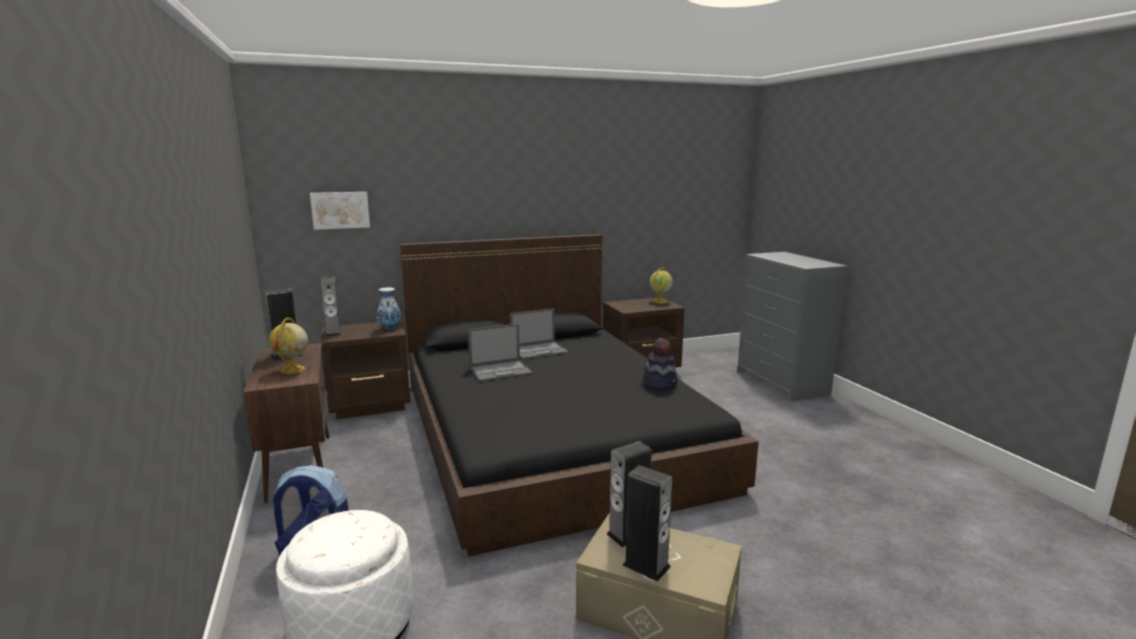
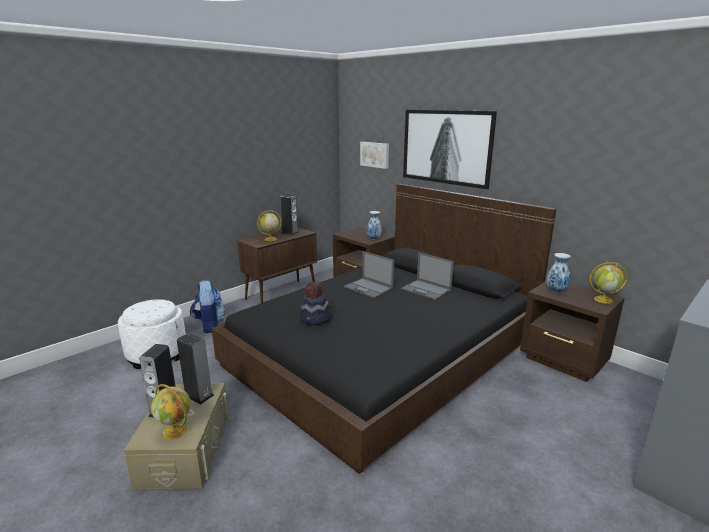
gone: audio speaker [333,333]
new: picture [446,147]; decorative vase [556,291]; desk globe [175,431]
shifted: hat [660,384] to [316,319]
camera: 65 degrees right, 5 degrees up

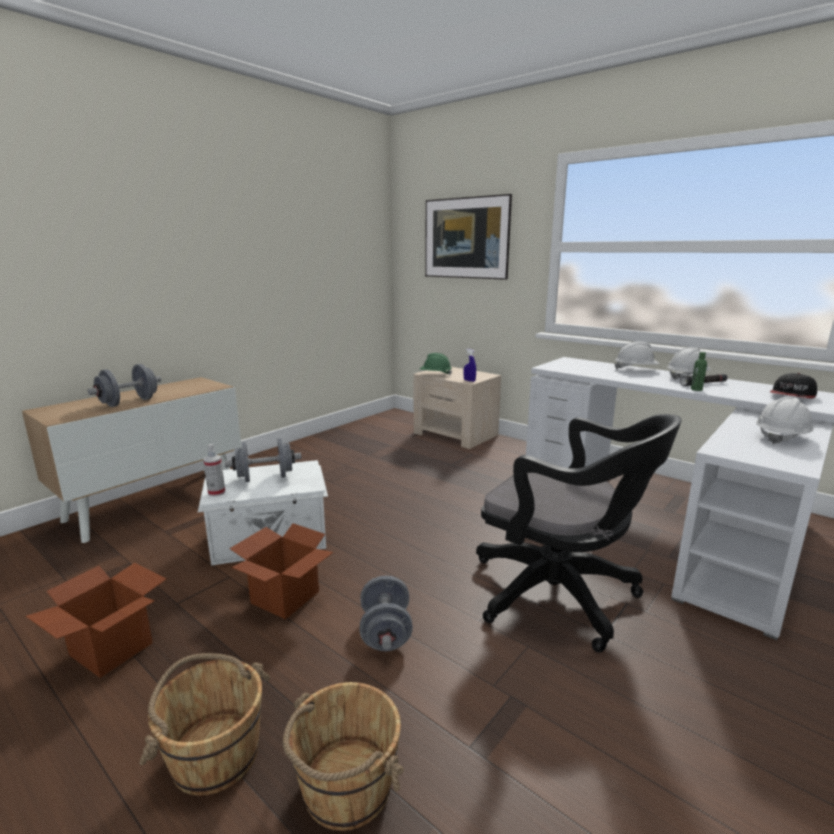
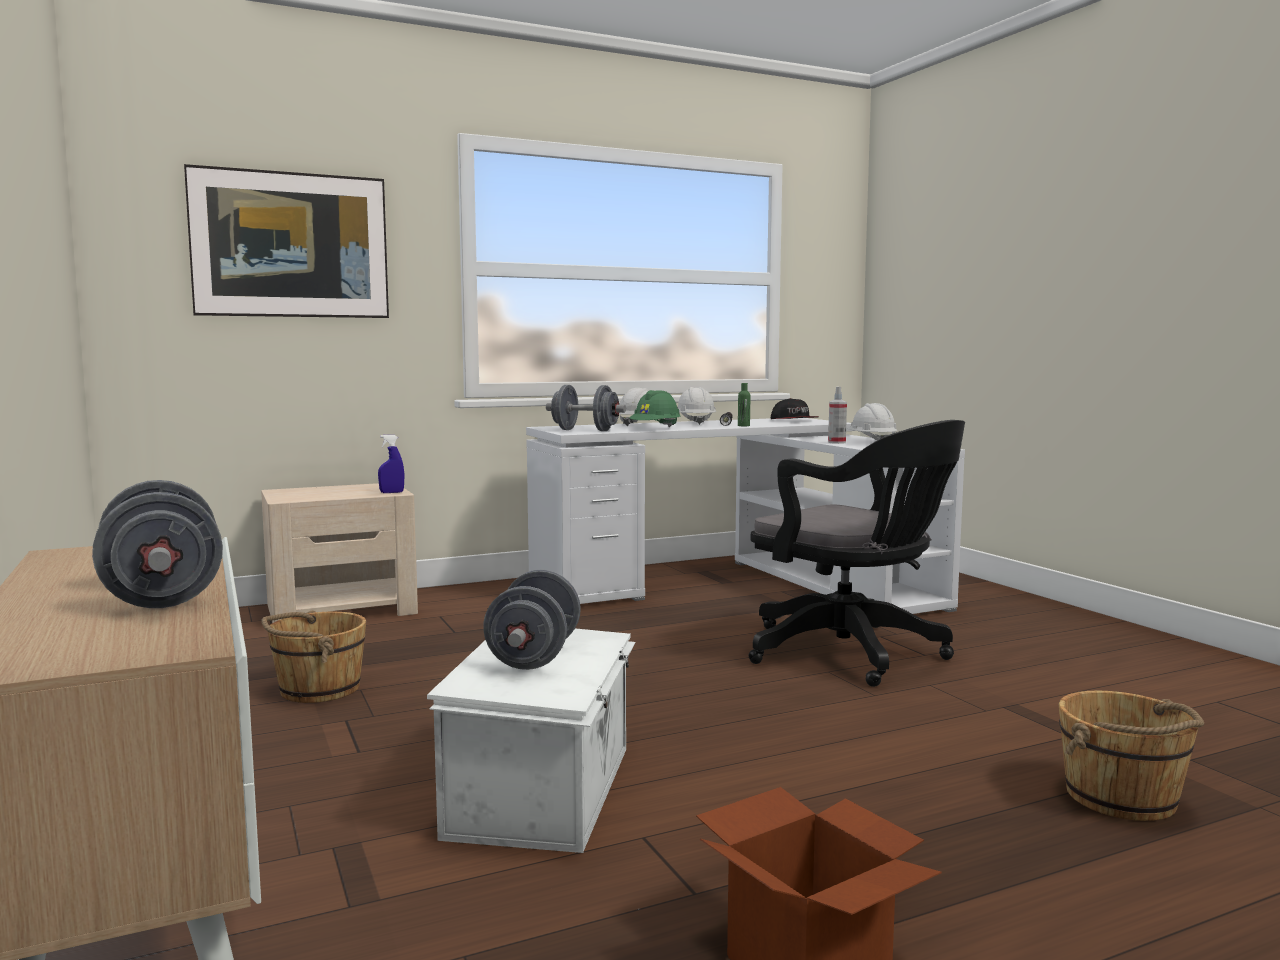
gone: cardboard box [285,597]
shifted: green hard hat [435,374] to [655,429]; spray bottle [216,493] to [836,442]; grey dumbbell [385,632] to [585,430]; brownish pail [215,754] to [318,689]
rotated: black-coloured computer chair [561,596] = [853,654] 75 degrees clockwise
camera: 65 degrees left, 10 degrees down

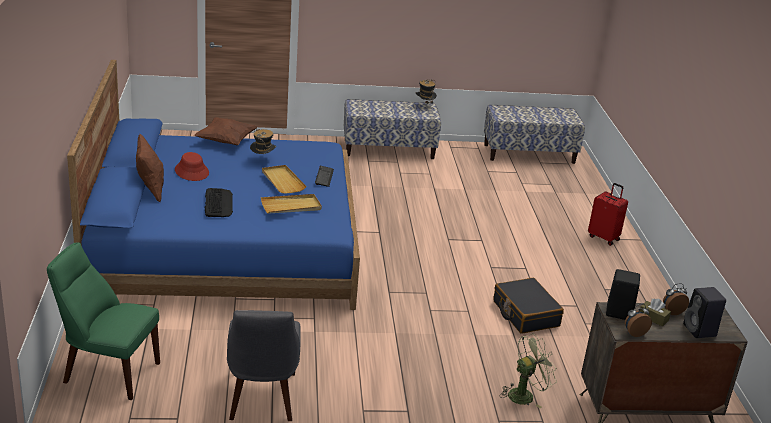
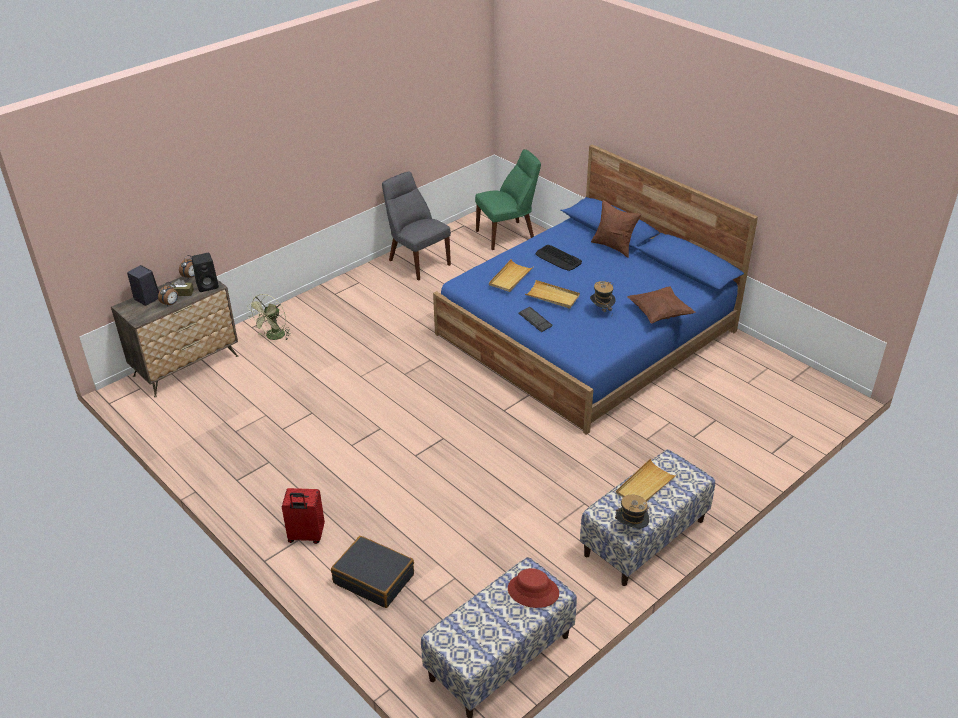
new: beige tray [645,485]
shifted: red hat [192,171] to [533,591]; black-coloured travel case [525,314] to [374,578]
camera: 145 degrees right, 10 degrees up

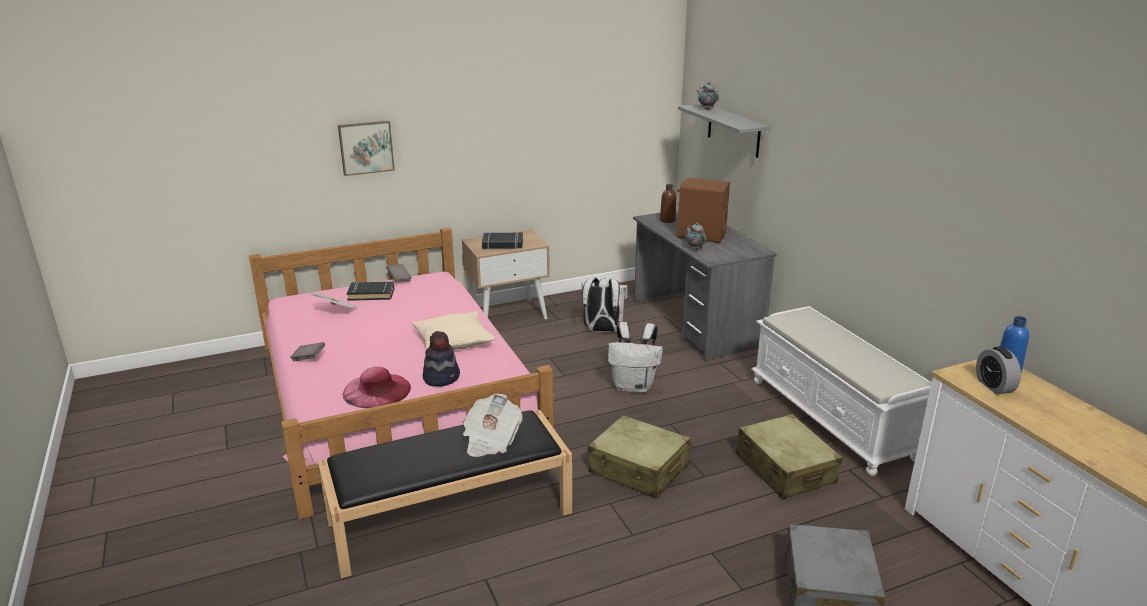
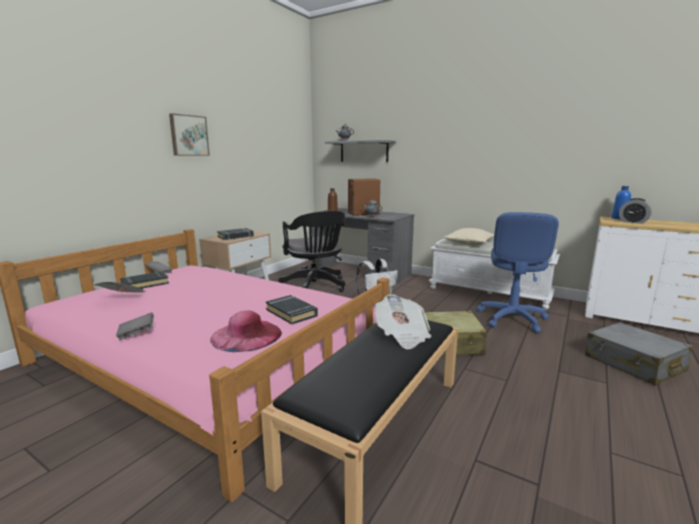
shifted: picture [366,147] to [188,135]; beige cushion [454,342] to [469,243]
swapped: white knapsack [602,330] to black-coloured computer chair [315,287]; hat [442,377] to black-coloured bound book [291,313]; beige travel case [785,468] to bluish computer chair [511,318]
camera: 35 degrees left, 10 degrees down

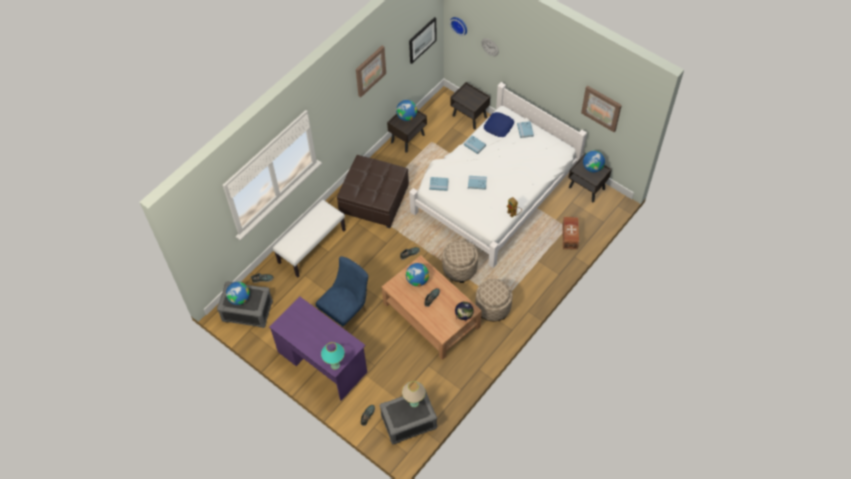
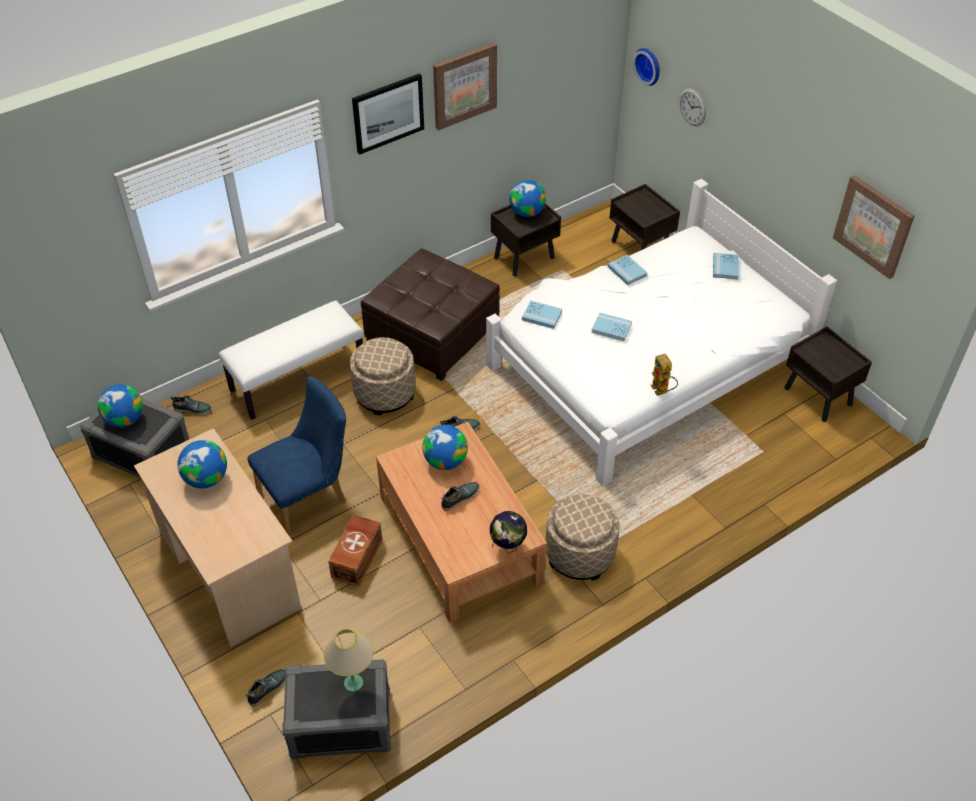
gone: bluish cushion [499,127]; turquoise-coloured table lamp [335,365]
shifted: picture [422,40] to [388,113]; desk globe [592,168] to [206,479]; brownish storage box [570,236] to [358,558]; beige footrest [459,268] to [384,393]
repainted: purple desk unit [322,362] to beige desk unit [229,568]
camera: 15 degrees right, 10 degrees down

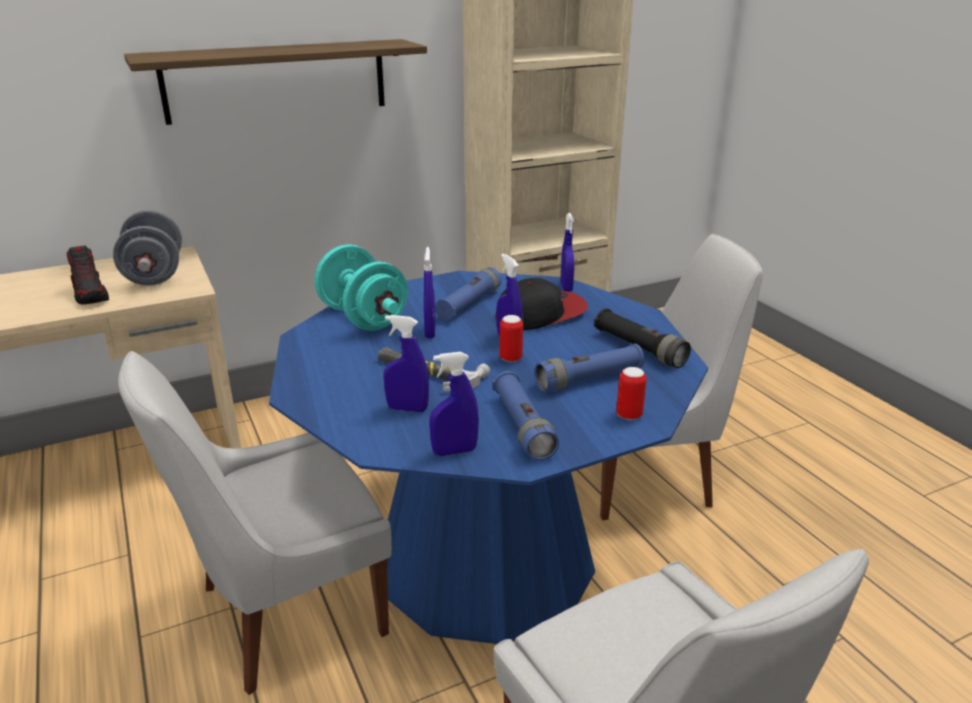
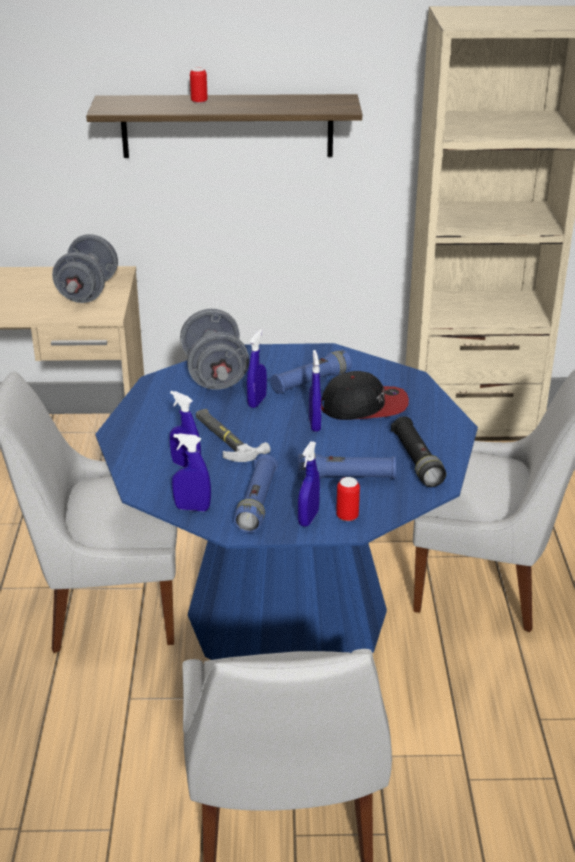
gone: shoe [91,294]
shifted: bluish spray bottle [566,287] to [308,518]; sealed can [510,358] to [199,102]
repainted: turquoise-coloured dumbbell [363,317] to grey dumbbell [215,375]
camera: 25 degrees right, 5 degrees up

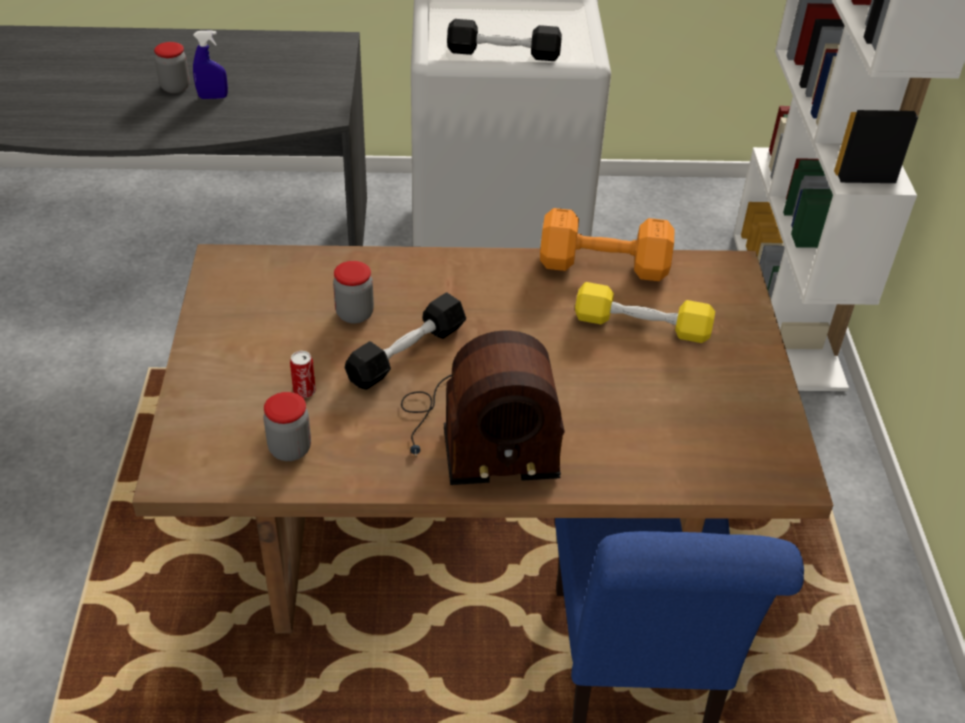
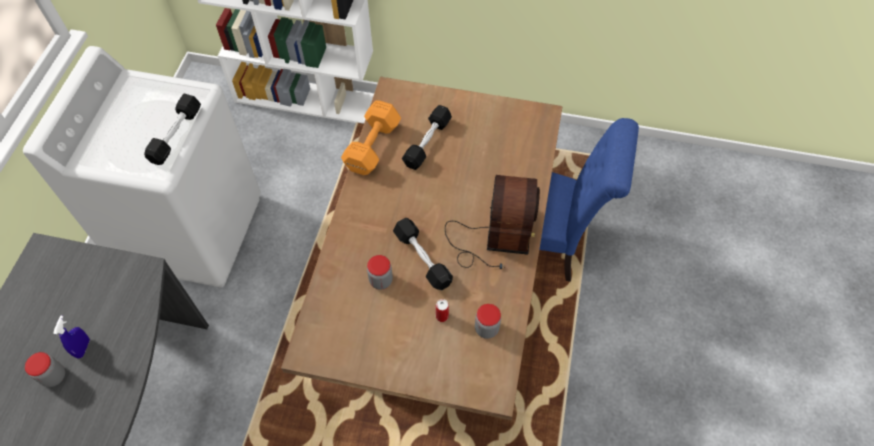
repainted: yellowish dumbbell [641,325] to black-coloured dumbbell [427,143]
camera: 75 degrees left, 15 degrees up

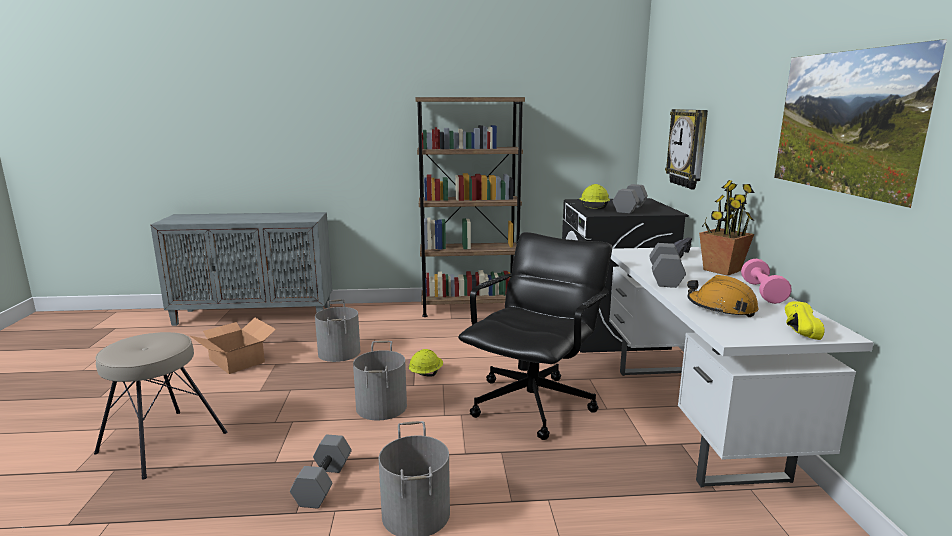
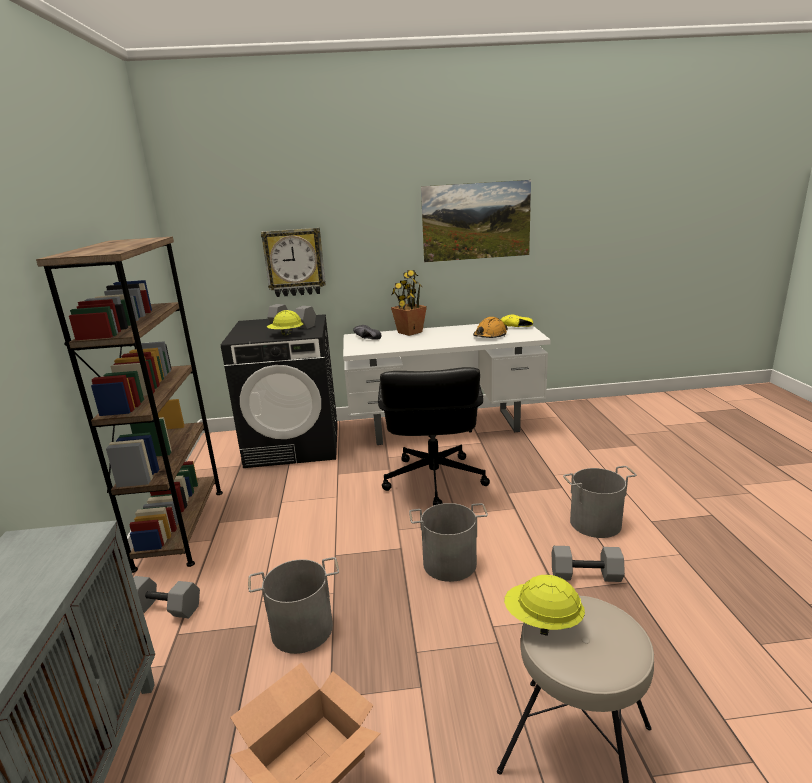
gone: pink dumbbell [763,292]
shifted: grey dumbbell [664,277] to [163,609]; yellowish hard hat [426,374] to [542,621]
rotated: black-coloured computer chair [534,404] = [433,480] 120 degrees counterclockwise
camera: 90 degrees left, 5 degrees up

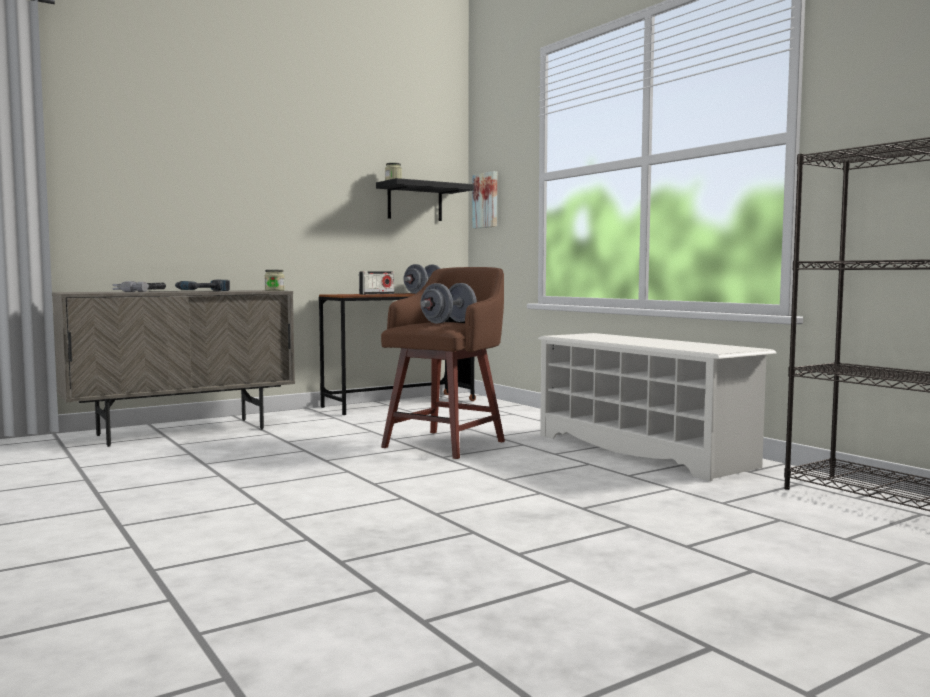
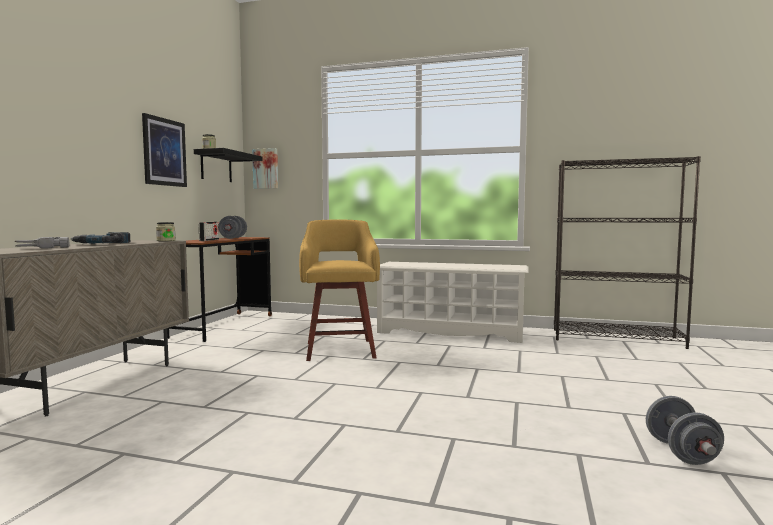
new: picture [164,152]
shifted: grey dumbbell [449,322] to [681,452]
repainted: brownish sitting stool [447,444] to yellowish sitting stool [340,349]
camera: 40 degrees left, 0 degrees up

